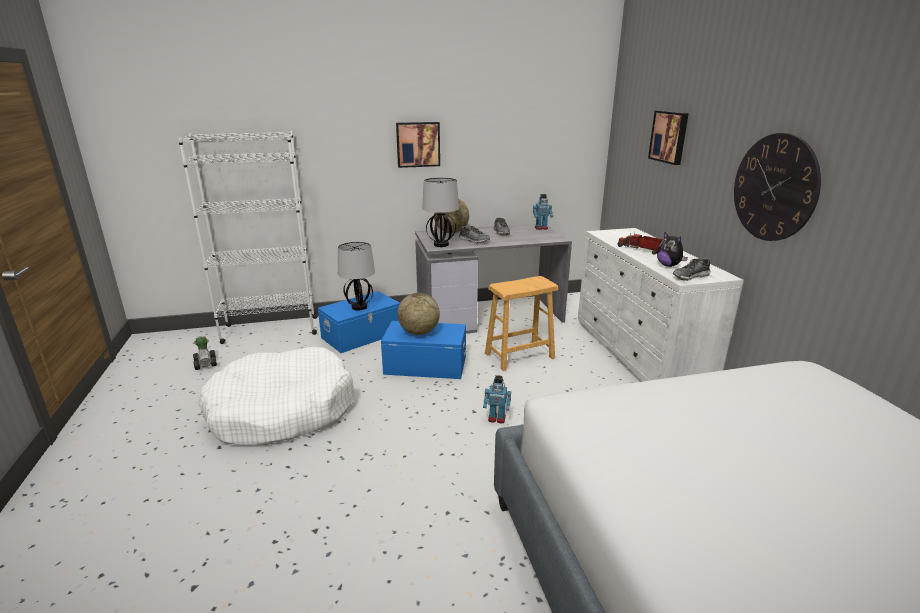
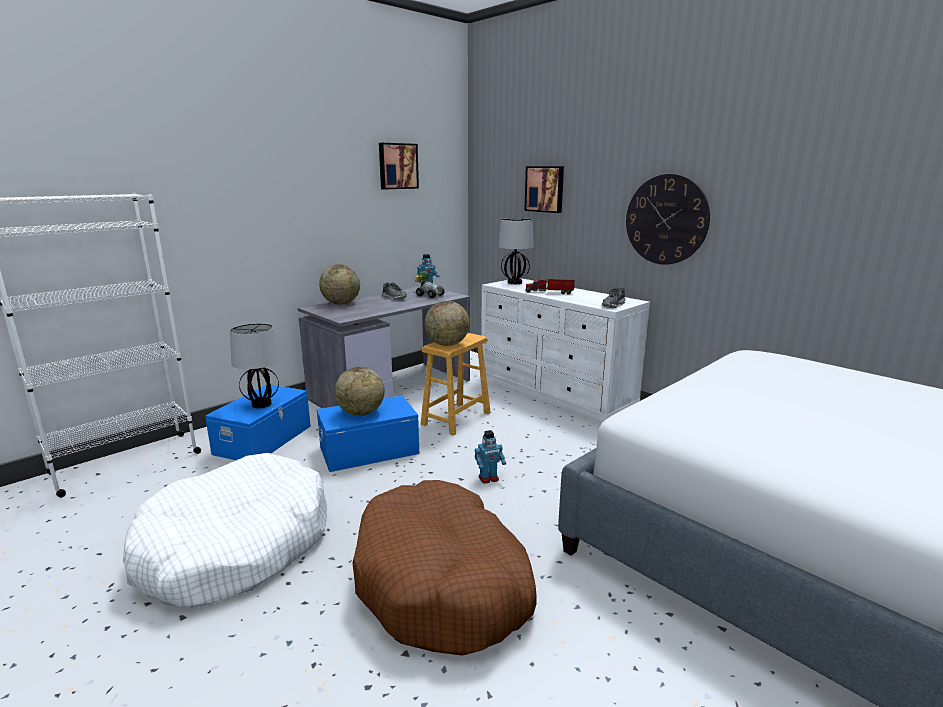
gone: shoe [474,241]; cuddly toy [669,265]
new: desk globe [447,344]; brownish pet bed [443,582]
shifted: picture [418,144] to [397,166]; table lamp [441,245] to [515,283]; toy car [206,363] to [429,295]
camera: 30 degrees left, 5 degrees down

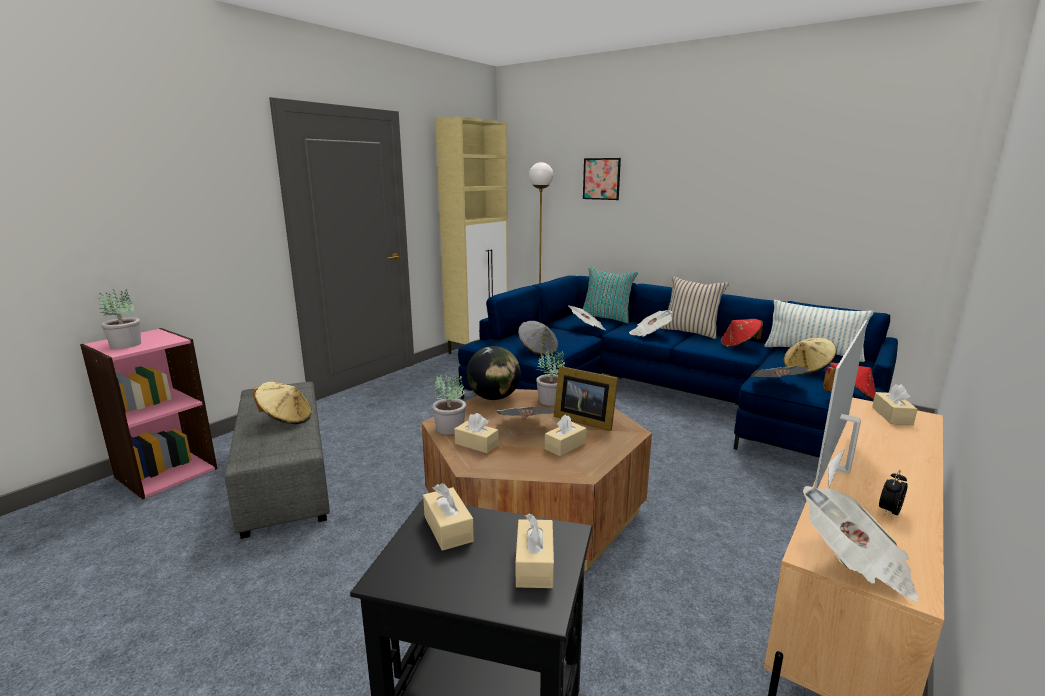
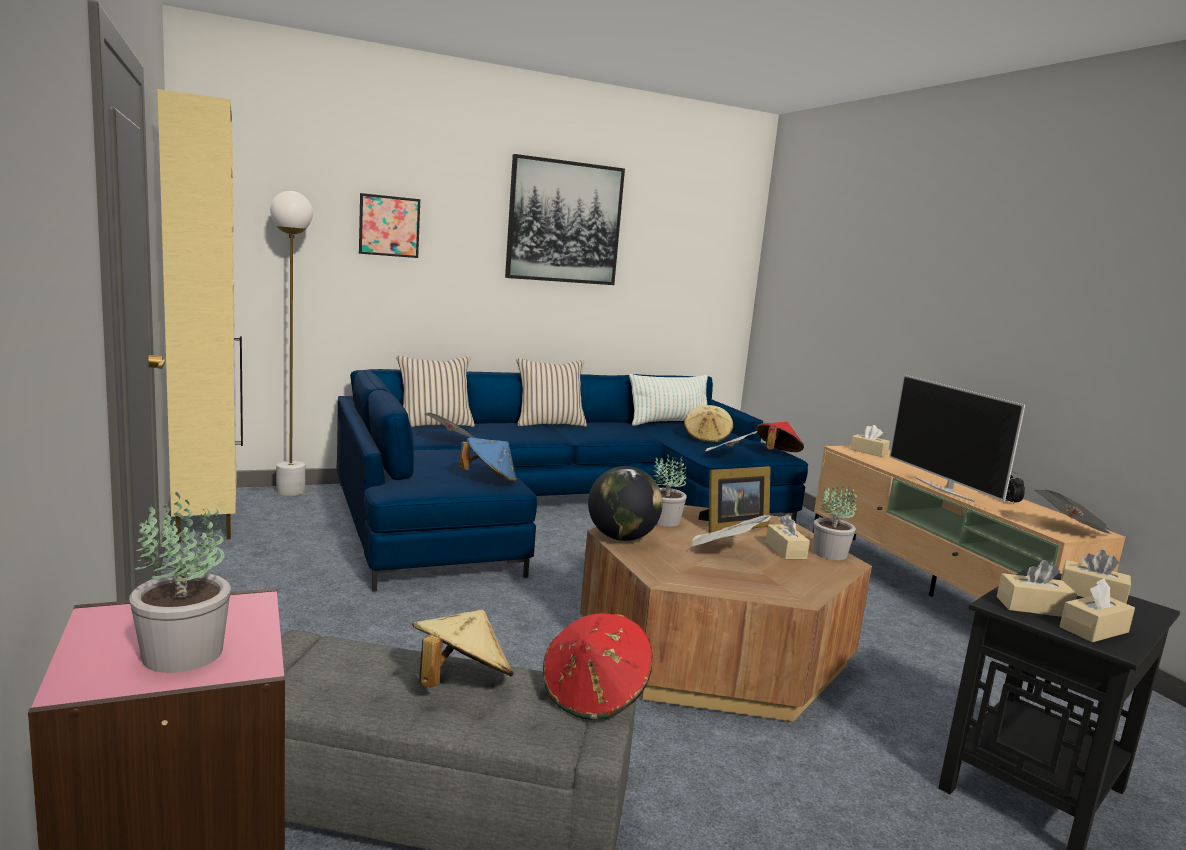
gone: daily paper [649,334]
new: picture [564,222]
shifted: red hat [739,346] to [594,695]; potted plant [450,428] to [830,554]; beige tissue holder [476,444] to [1094,630]
repainted: turquoise-coloured cushion [606,318] to beige cushion [434,425]; grey hat [538,351] to bluish hat [489,479]
camera: 60 degrees left, 5 degrees down

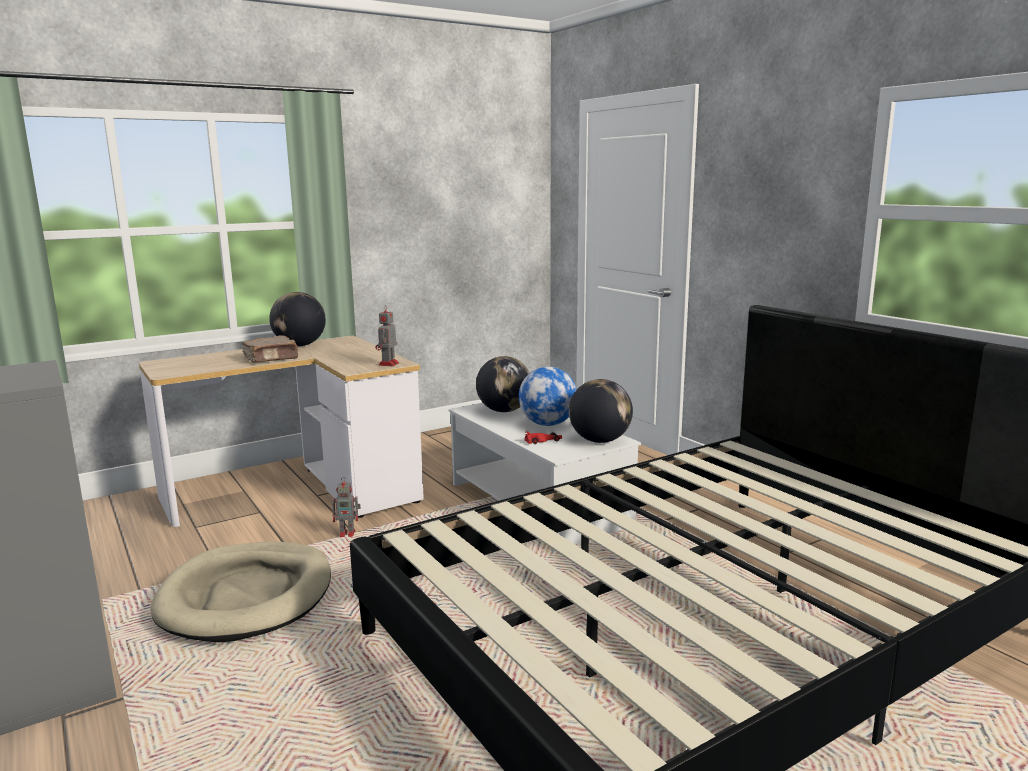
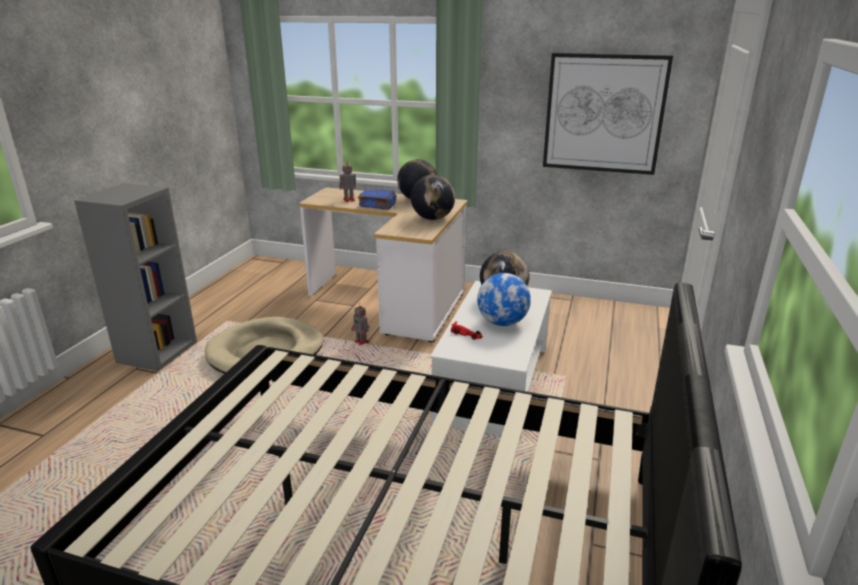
new: picture [604,114]
shifted: toy robot [388,364] to [348,200]; desk globe [600,440] to [433,218]
repainted: brownish bound book [271,358] to bluish bound book [378,206]
camera: 50 degrees right, 10 degrees up

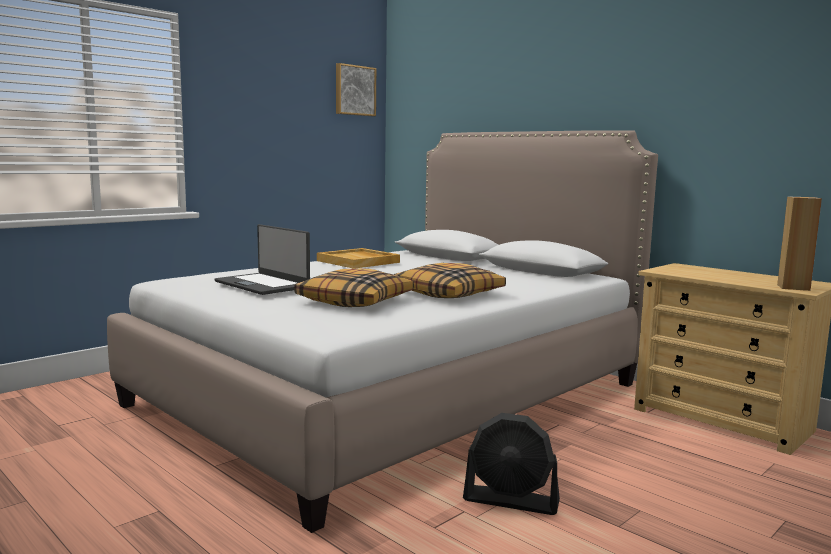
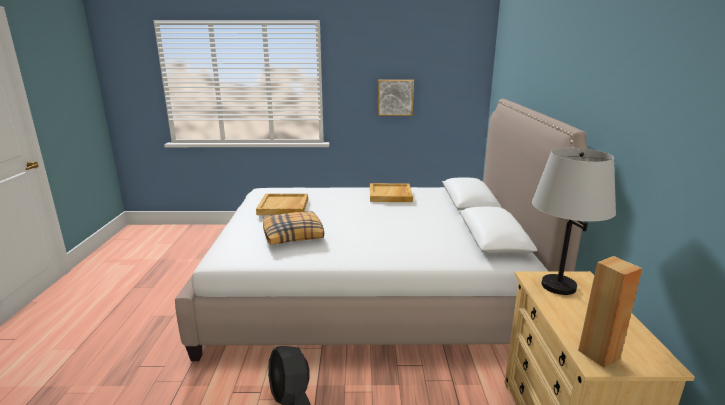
gone: cushion [449,293]
new: grey table lamp [558,286]
shifted: picture [354,90] to [395,97]
swapped: portable computer [262,284] to beige tray [283,207]
camera: 45 degrees right, 10 degrees up

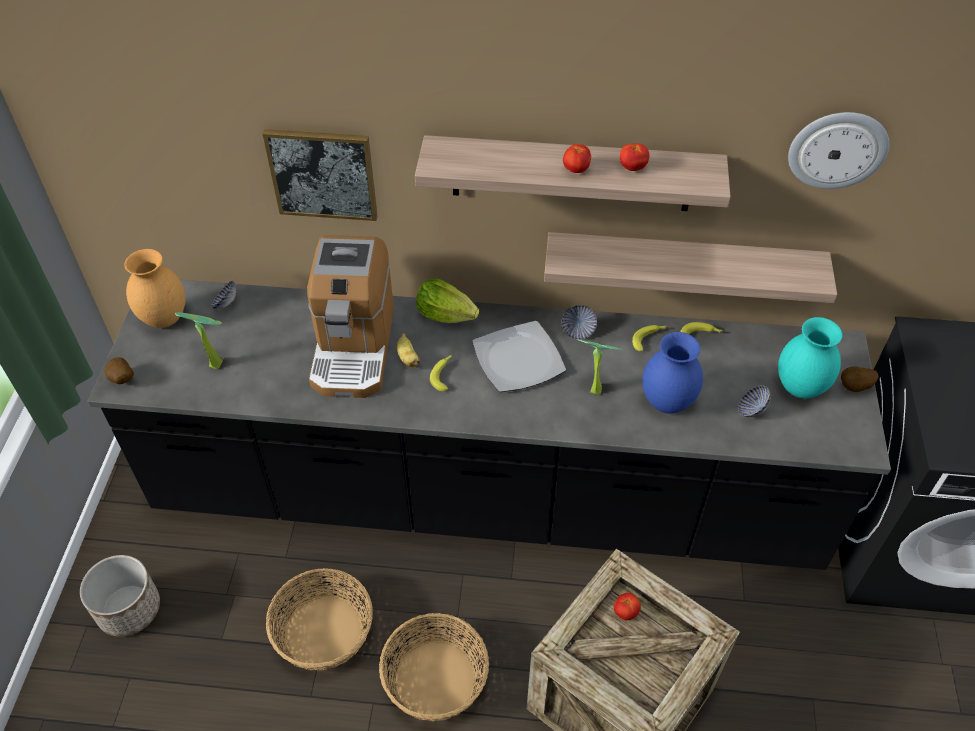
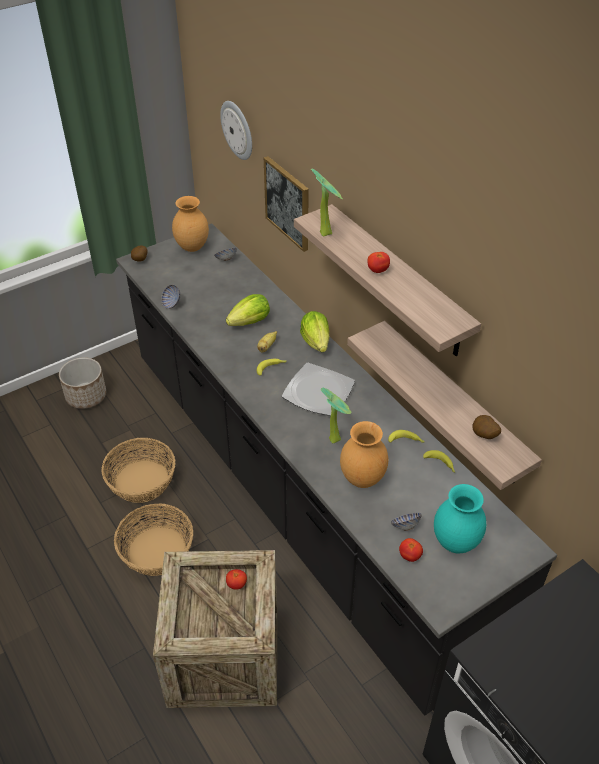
shifted: clock on the wall [837,149] to [238,130]; whole tomato [632,167] to [410,556]; bowl [578,331] to [171,304]; potted plant [215,362] to [326,232]; spud [854,388] to [484,436]
swapped: coffee brewer [353,347] to lettuce head [250,322]
repainted: bluish decorative vase [666,403] to brownish decorative vase [361,479]
camera: 50 degrees right, 5 degrees down

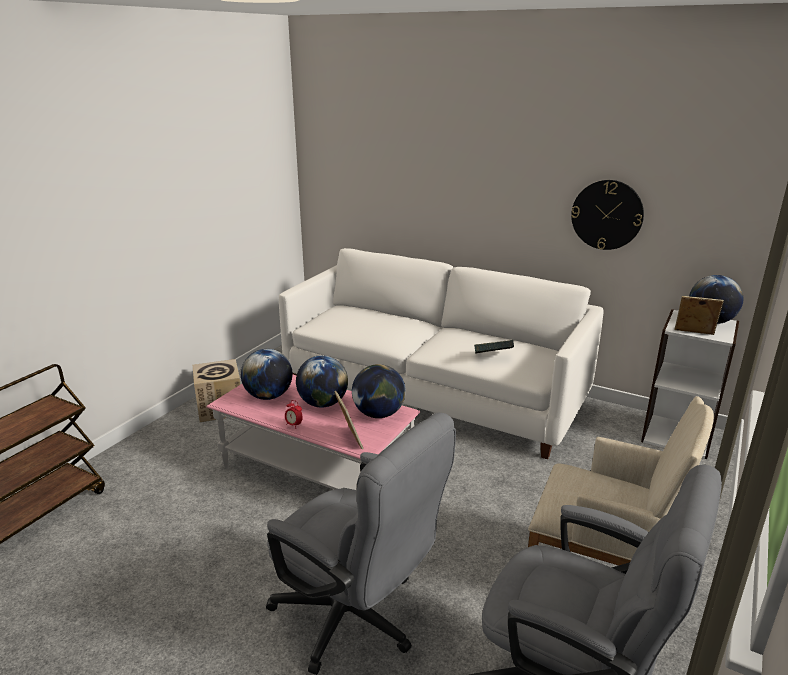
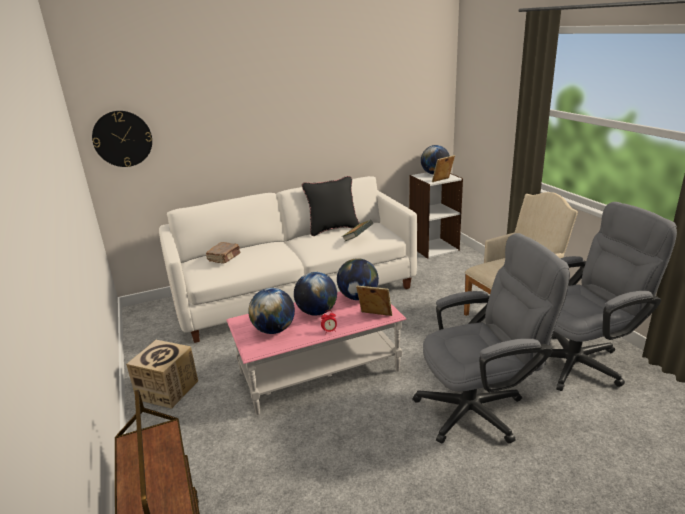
new: black-coloured cushion [332,229]; brownish bound book [224,258]
shifted: clock on the wall [607,215] to [122,139]
camera: 50 degrees left, 0 degrees up

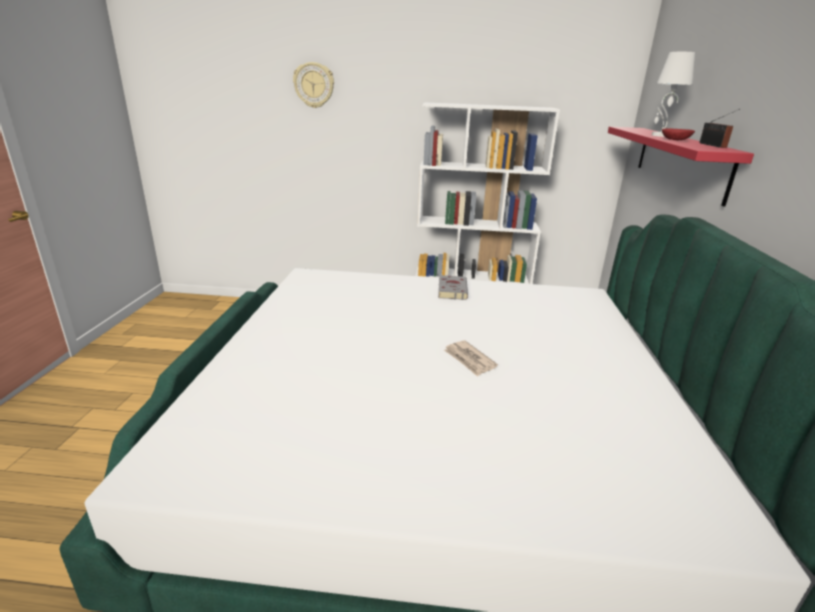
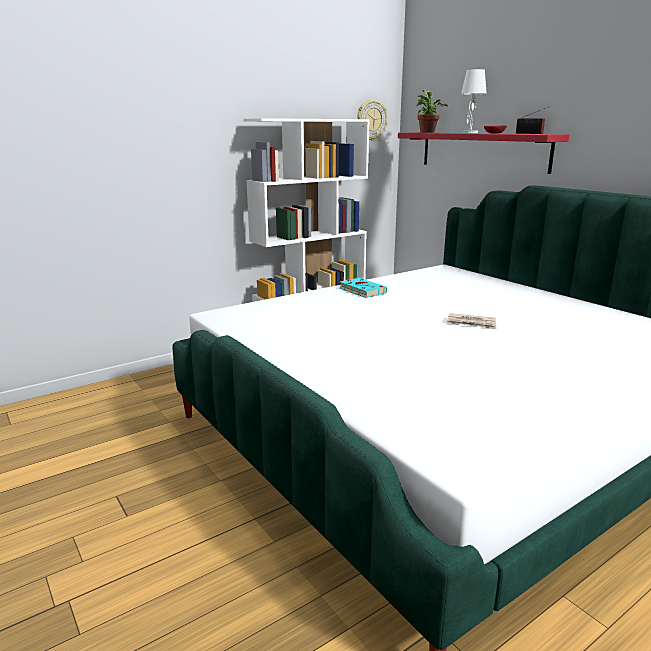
new: potted plant [428,132]
shifted: clock on the wall [314,85] to [371,120]
repainted: grey bound book [452,290] to turquoise-coloured bound book [361,290]
camera: 40 degrees left, 5 degrees down

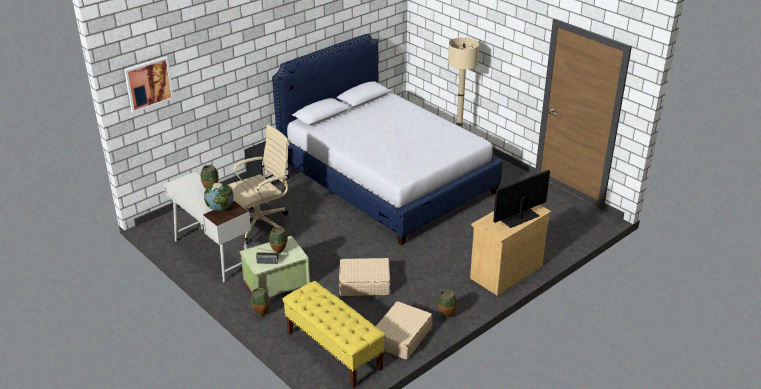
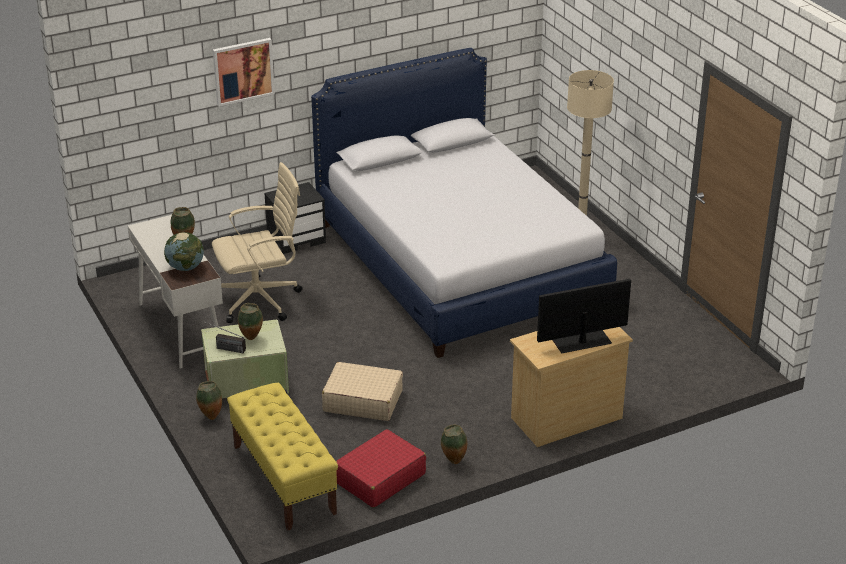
shifted: picture [148,84] to [243,71]
repainted: beige travel case [401,337] to red travel case [379,478]
camera: 15 degrees right, 0 degrees up

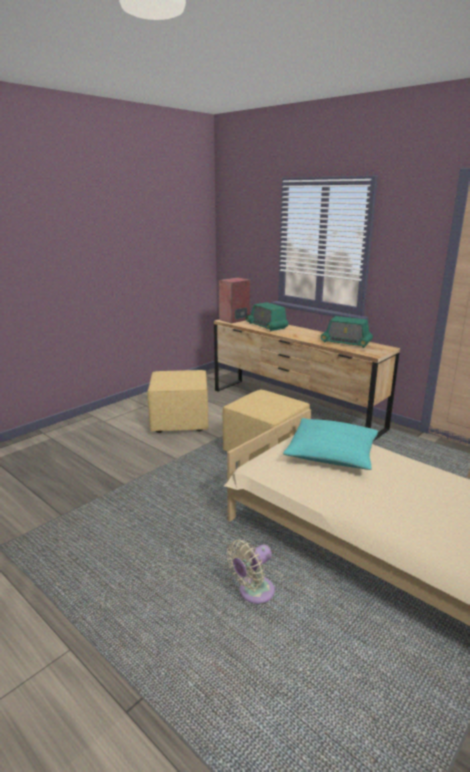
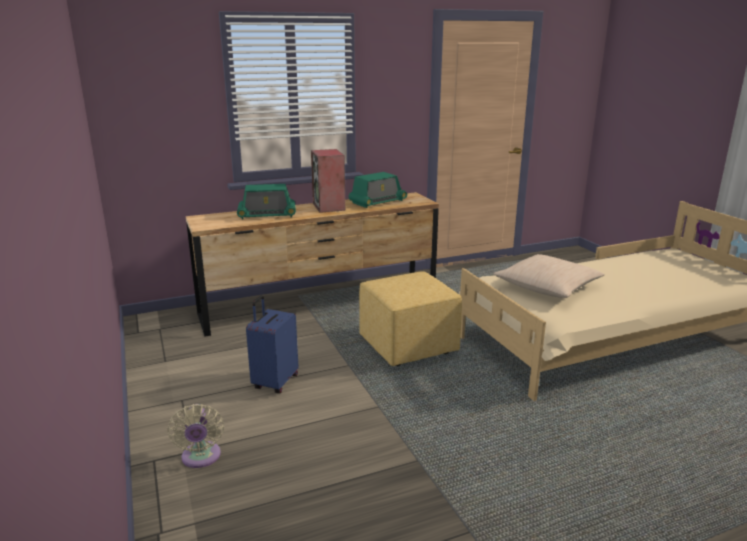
shifted: audio speaker [234,319] to [329,207]; beige electric fan [253,592] to [201,458]
swapped: yellowish footrest [180,422] to bluish travel case [274,382]
repainted: turquoise-coloured cushion [331,454] to beige cushion [547,287]
camera: 65 degrees left, 0 degrees up

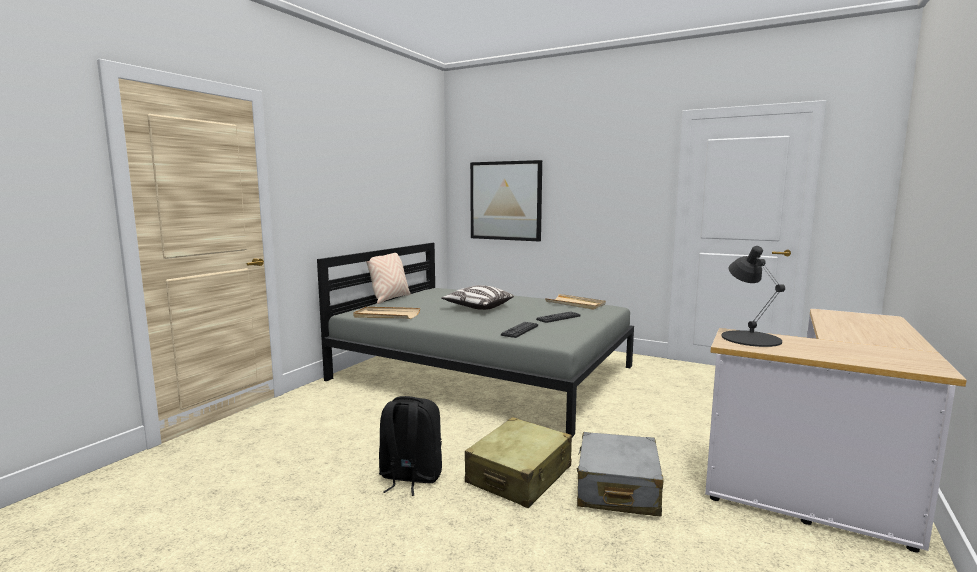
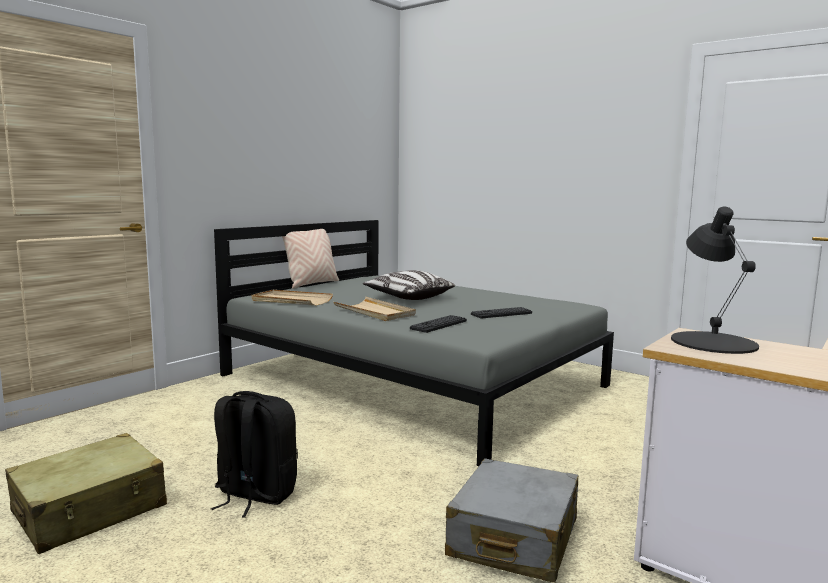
gone: picture [505,201]
shifted: beige tray [575,304] to [374,312]; beige travel case [519,475] to [90,510]
camera: 10 degrees right, 0 degrees up

